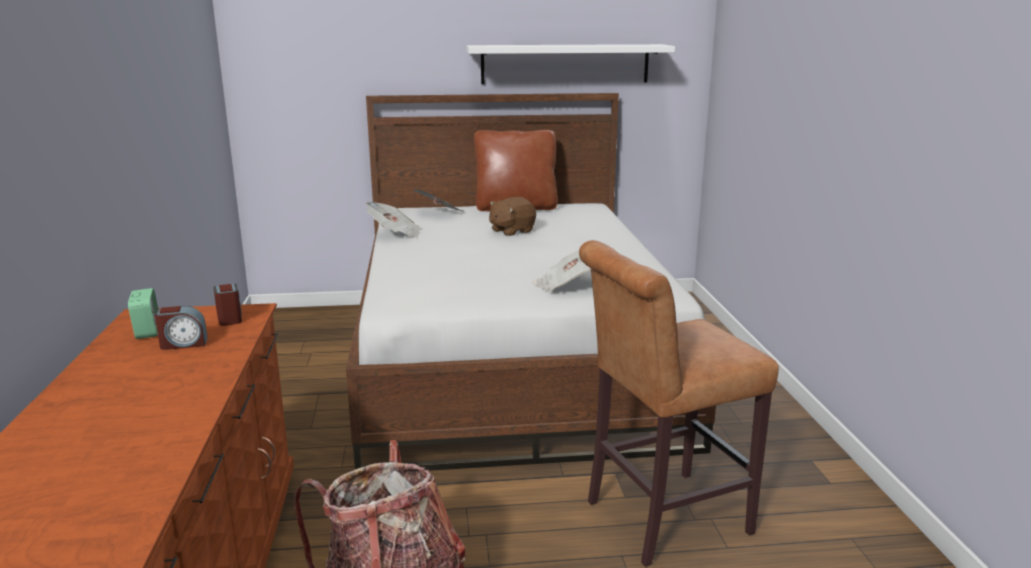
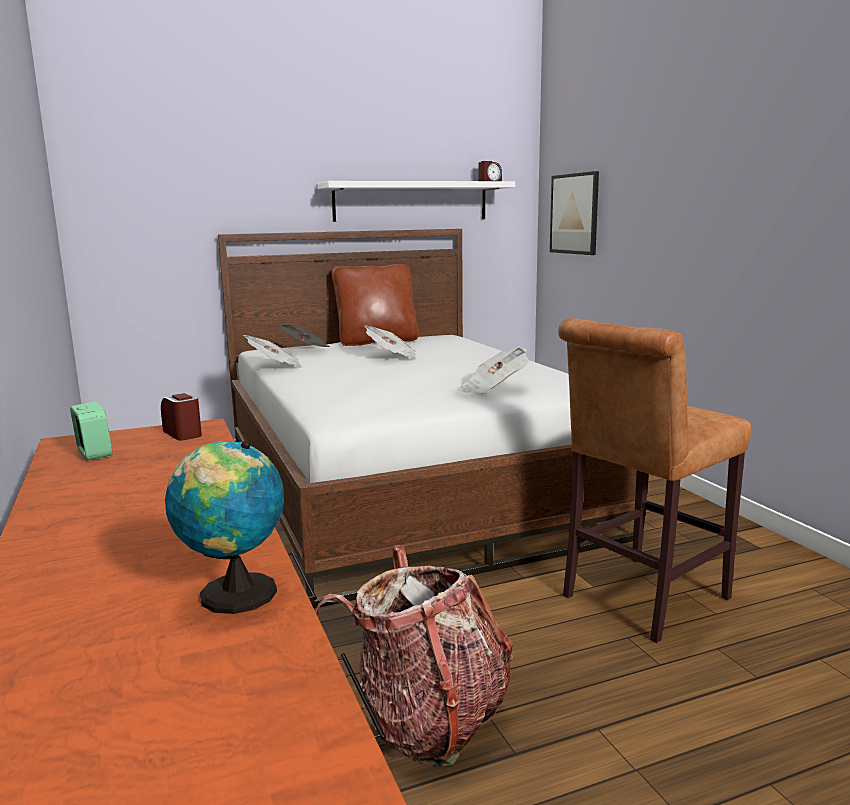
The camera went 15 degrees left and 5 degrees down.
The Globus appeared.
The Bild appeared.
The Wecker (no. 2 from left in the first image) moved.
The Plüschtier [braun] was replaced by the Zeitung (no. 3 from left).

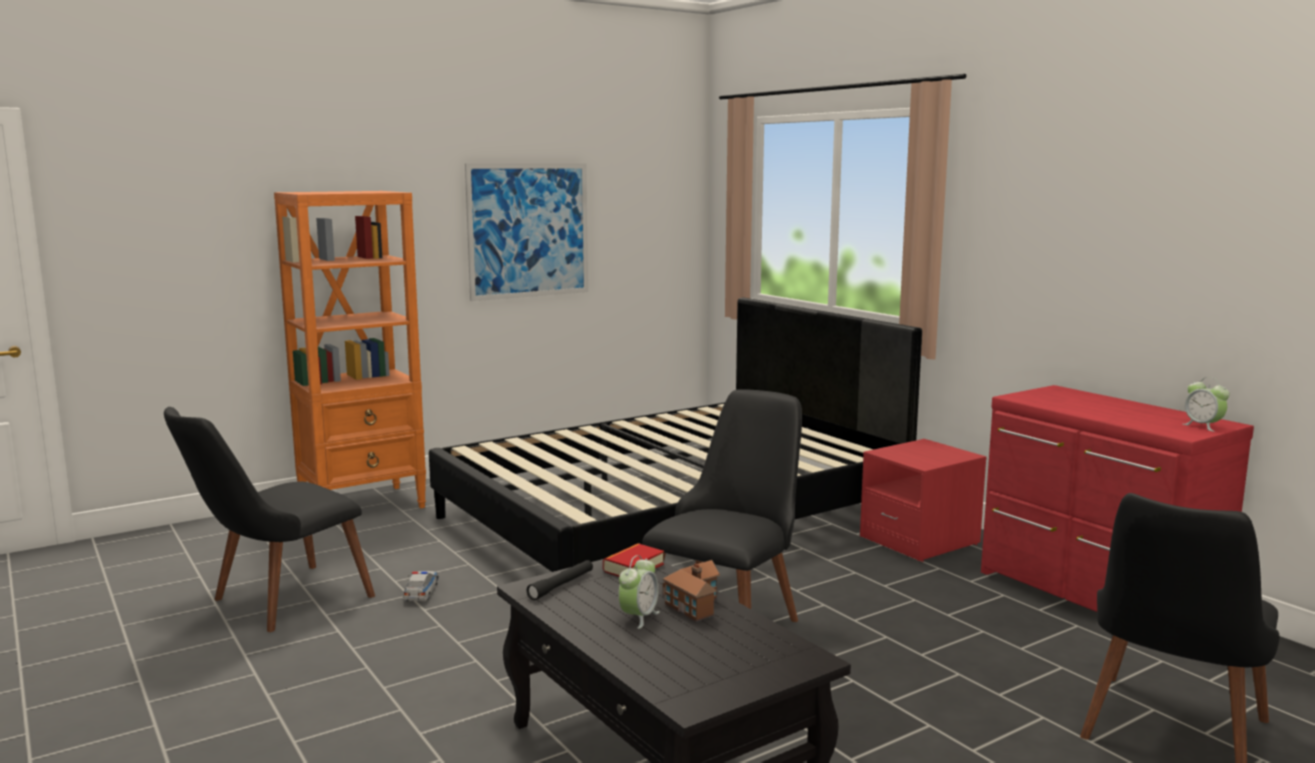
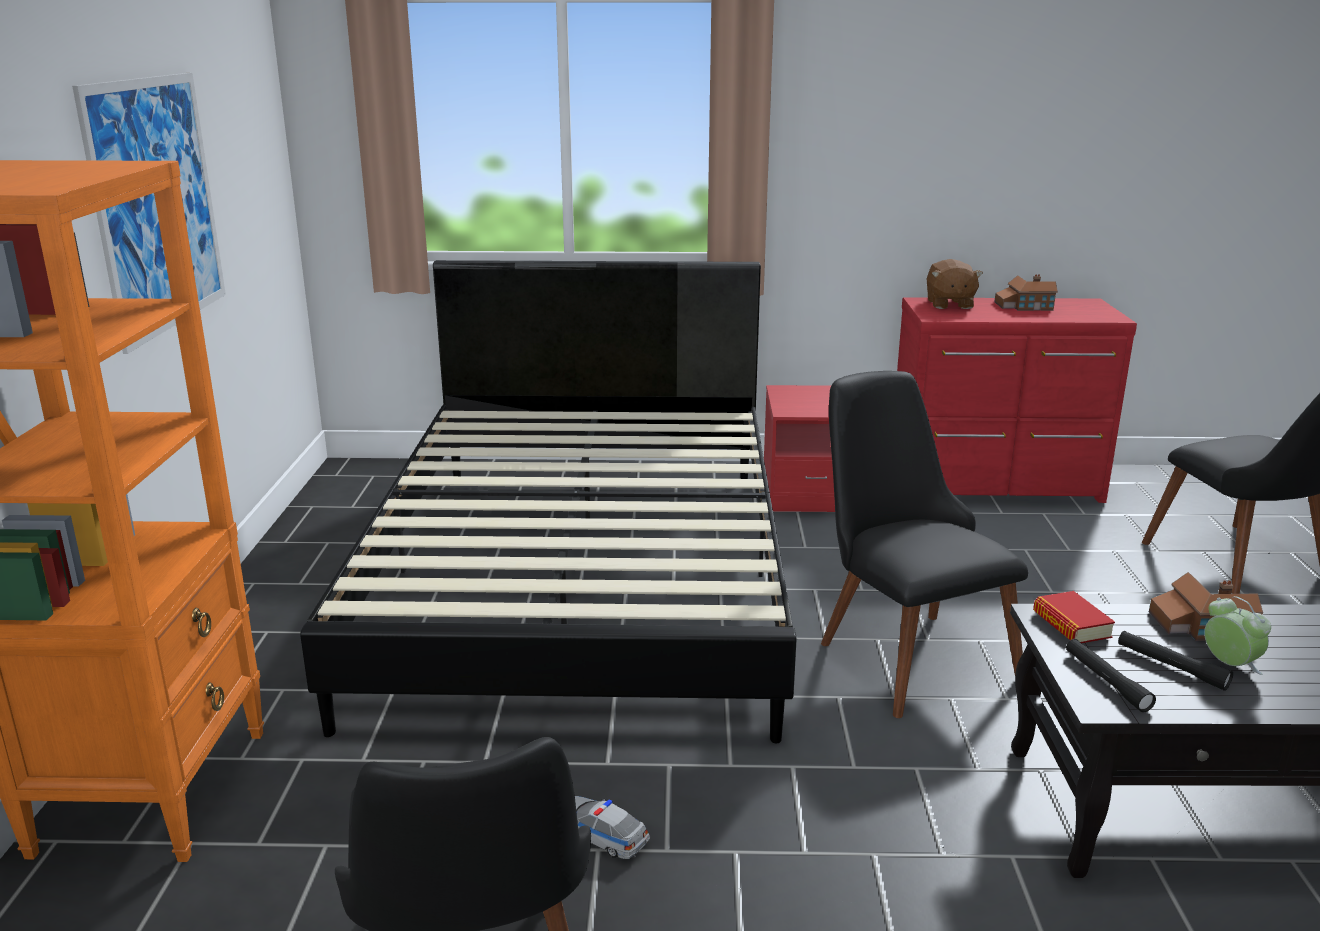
The camera went 55 degrees left and 10 degrees up.
The Wecker (no. 2 from left) disappeared.
The Plüschtier [braun] appeared.
The Spielzeughaus (no. 1 from left) appeared.
The Taschenlampe [schwarz] (no. 2 from left) appeared.

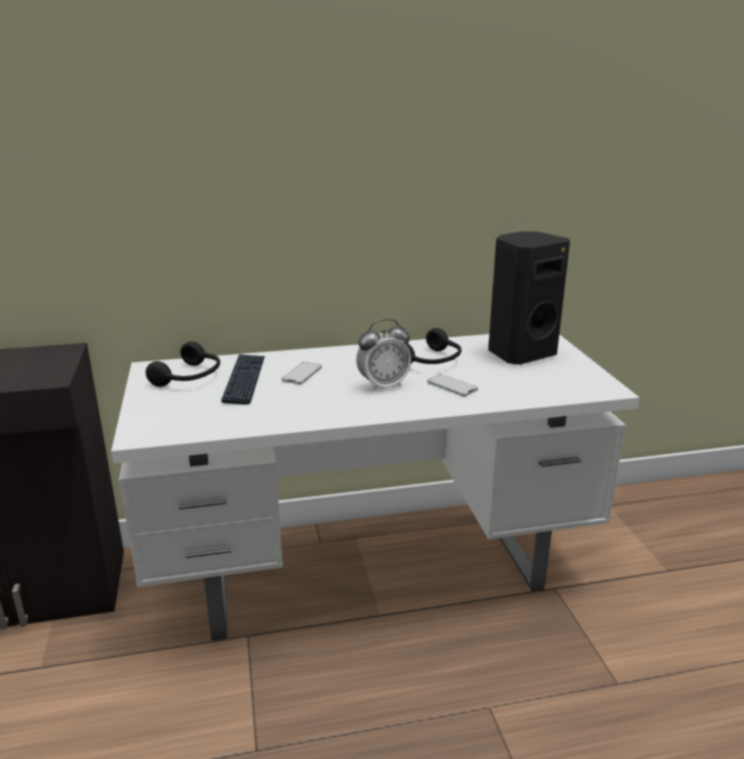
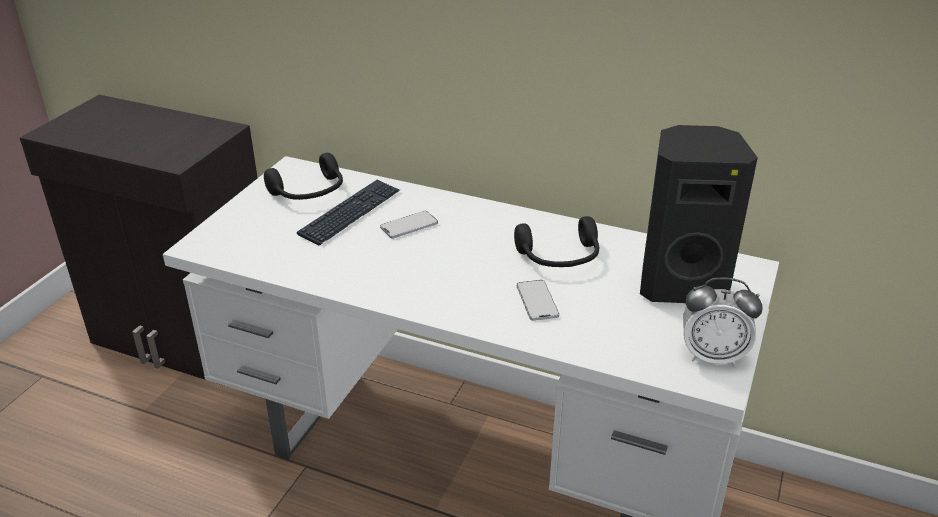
The camera went 35 degrees right and 10 degrees up.
The Wecker moved.

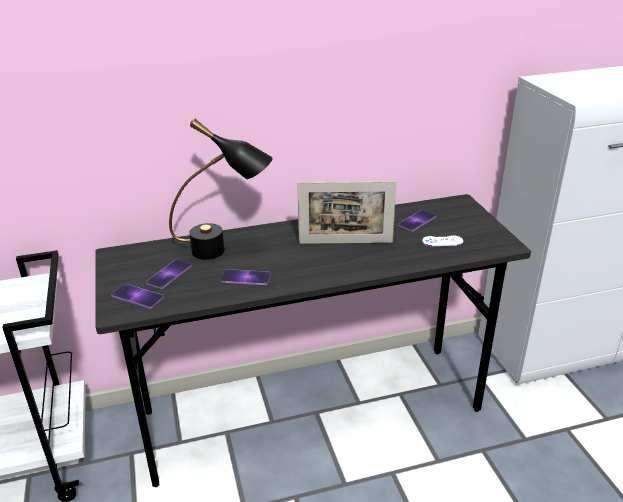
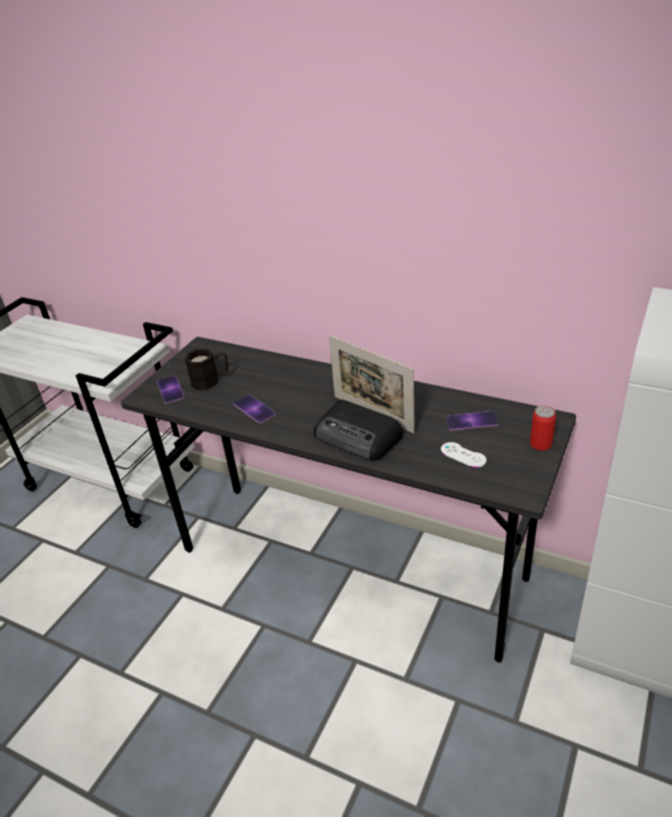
The camera went 45 degrees right and 5 degrees up.
The Tischlampe [schwarz] disappeared.
The Radio appeared.
The Dose appeared.
The Handy (no. 2 from left) was replaced by the Henkelbecher [schwarz].

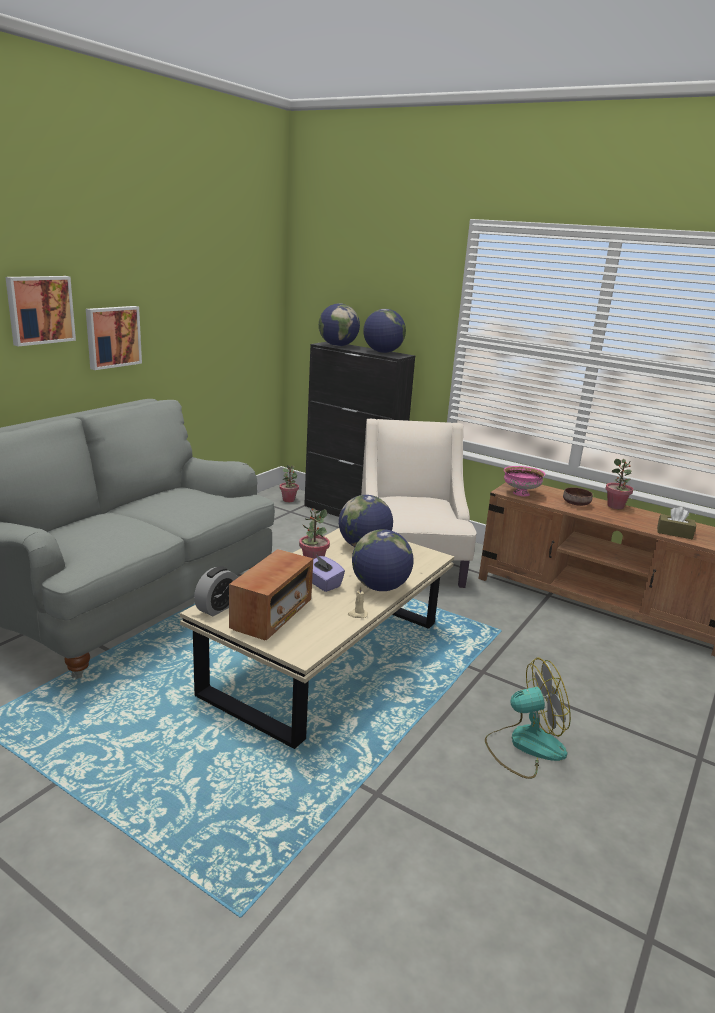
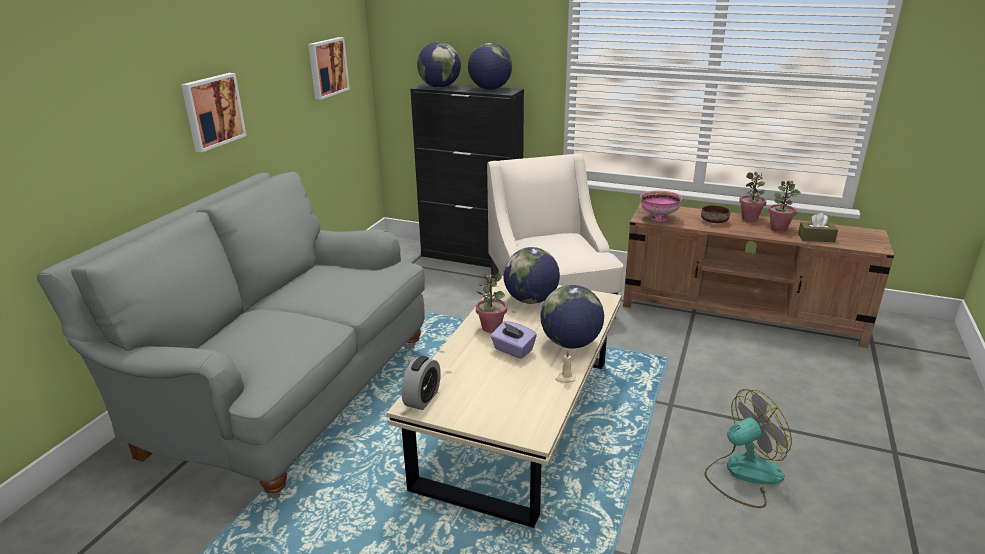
The camera went 10 degrees left and 5 degrees up.
The Radio disappeared.
The Bild (no. 1 from left in the first image) moved.
The Topfpflanze (no. 1 from left in the first image) moved.

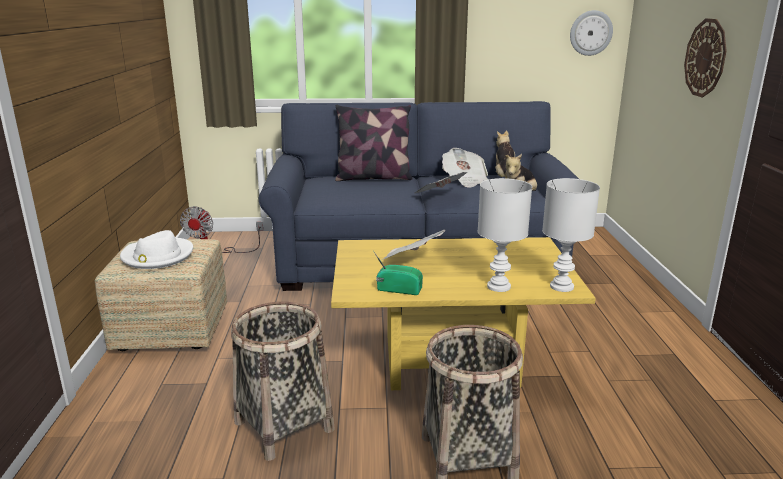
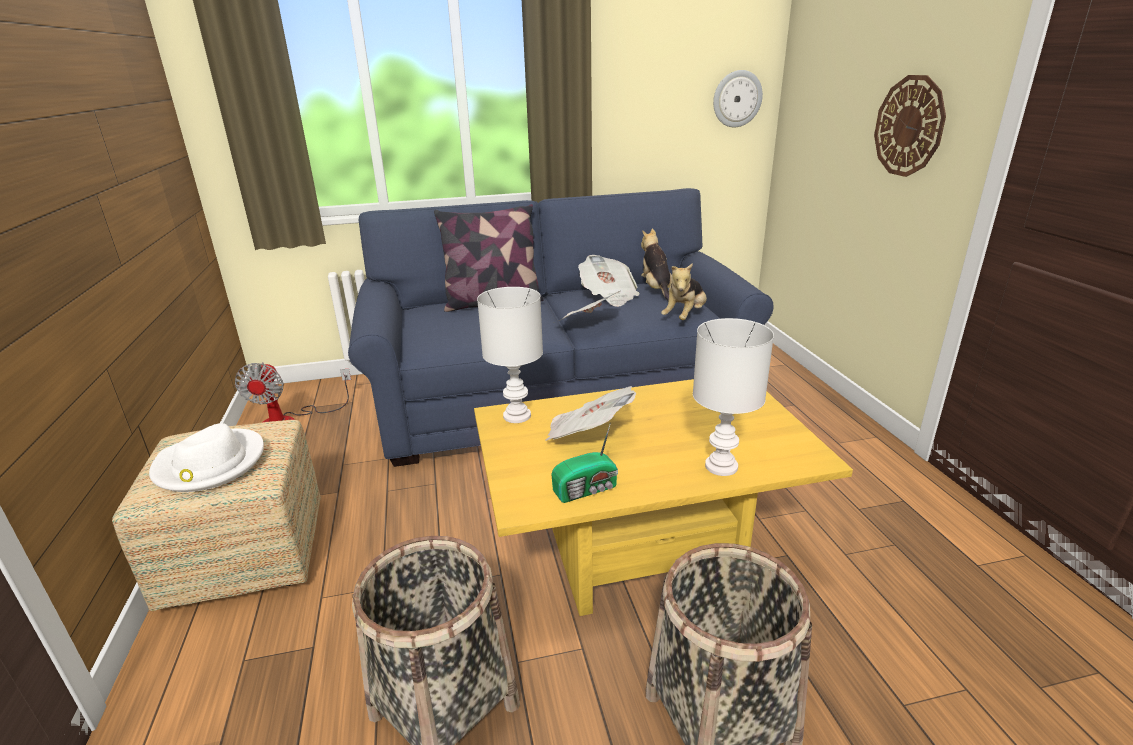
The camera went 10 degrees left and 5 degrees up.
The Tischlampe [weiß] (no. 2 from left in the first image) moved.
The Radio turned 150 degrees clockwise.

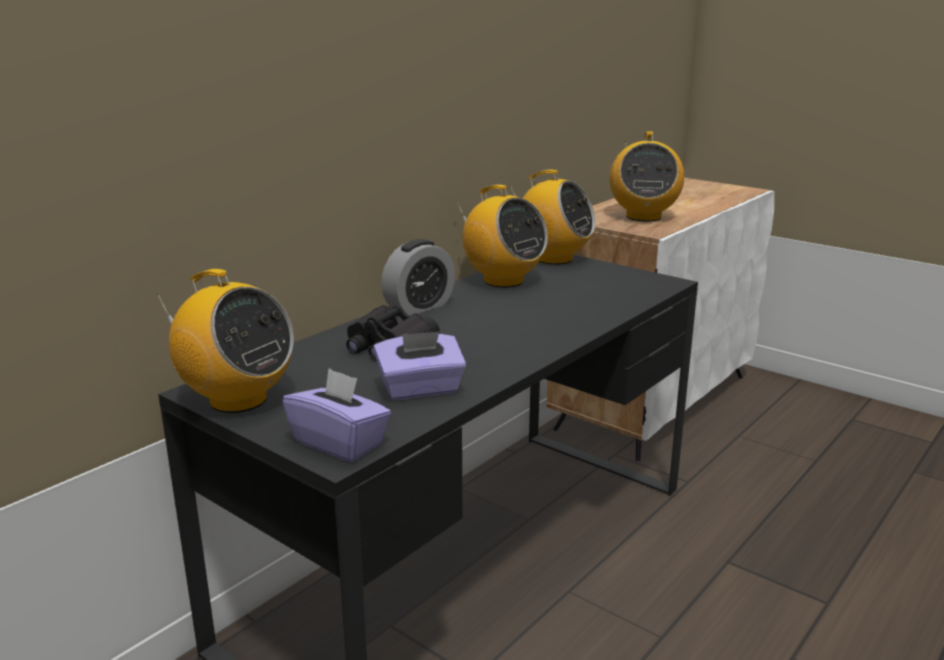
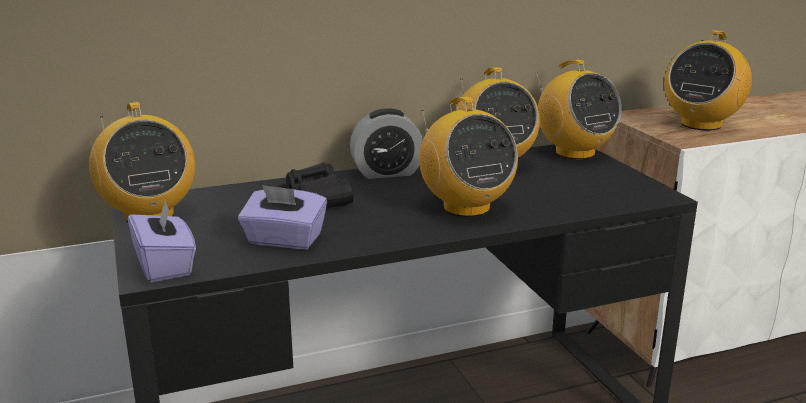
The camera went 30 degrees right and 0 degrees up.
The Radio (no. 2 from left) appeared.

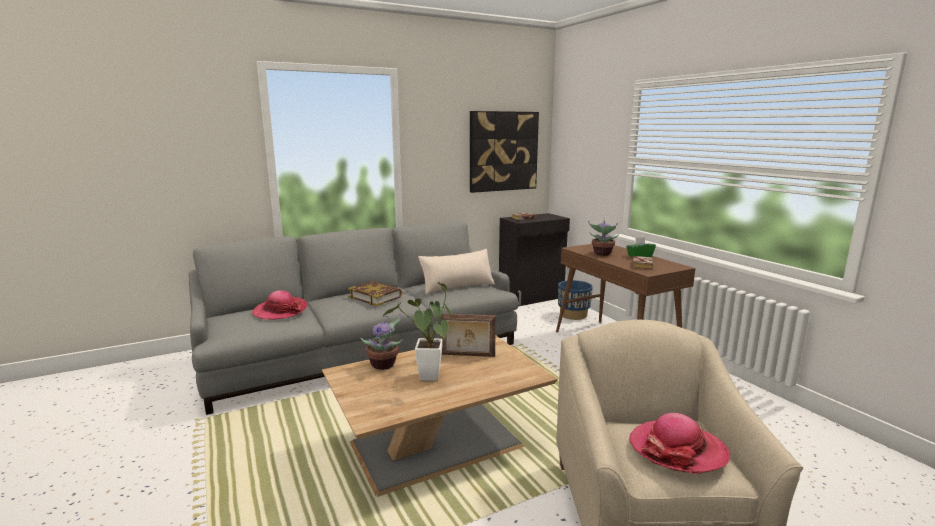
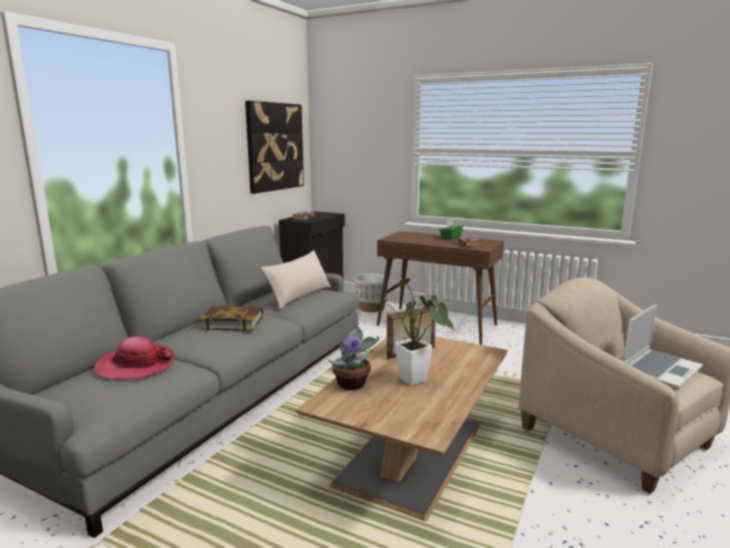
The camera went 35 degrees left and 0 degrees up.
The Topfpflanze (no. 3 from left) disappeared.
The Hut (no. 2 from left) was replaced by the Laptop.
The Pflanzkübel [blau] became the Pflanzkübel [weiß].

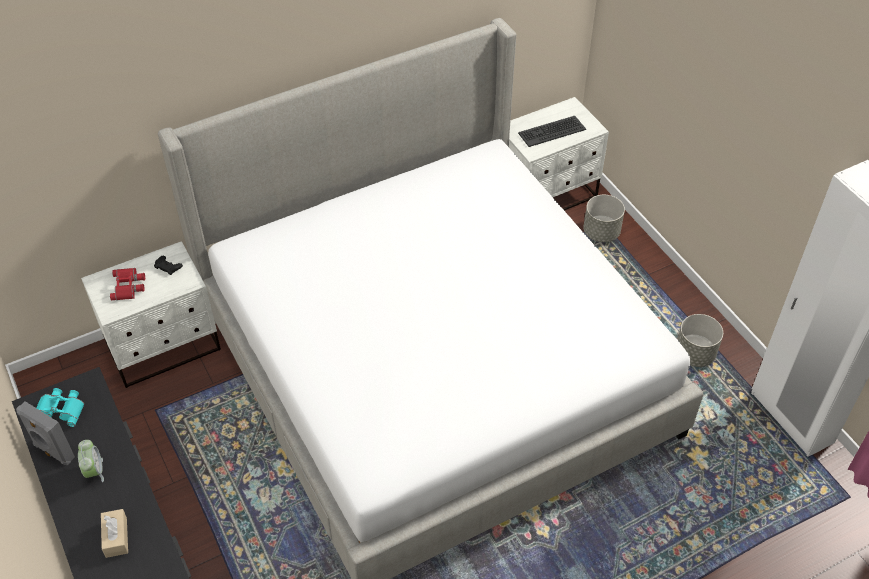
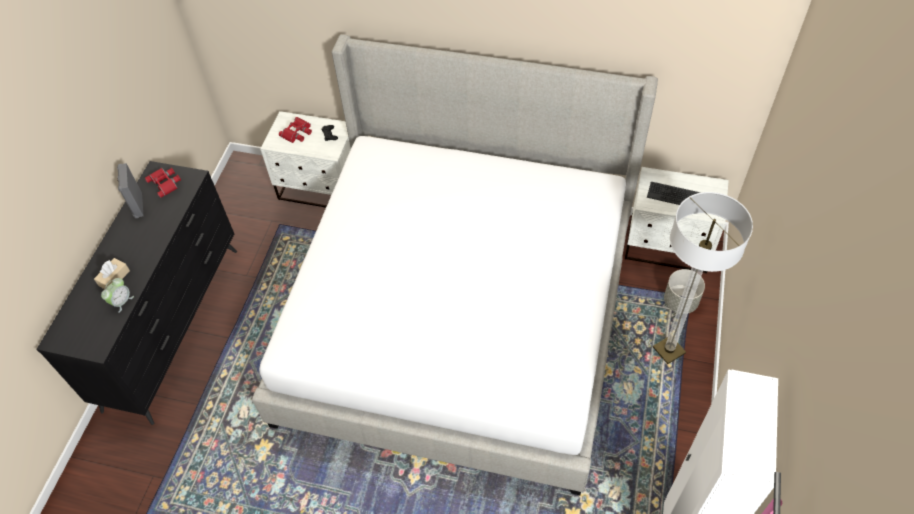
The camera went 45 degrees right and 5 degrees up.
The Pflanzkübel [grau] (no. 2 from left) disappeared.
The Stehlampe appeared.
The Wecker moved.
The Fernglas [türkis] became the Fernglas [rot] (no. 1 from left).

